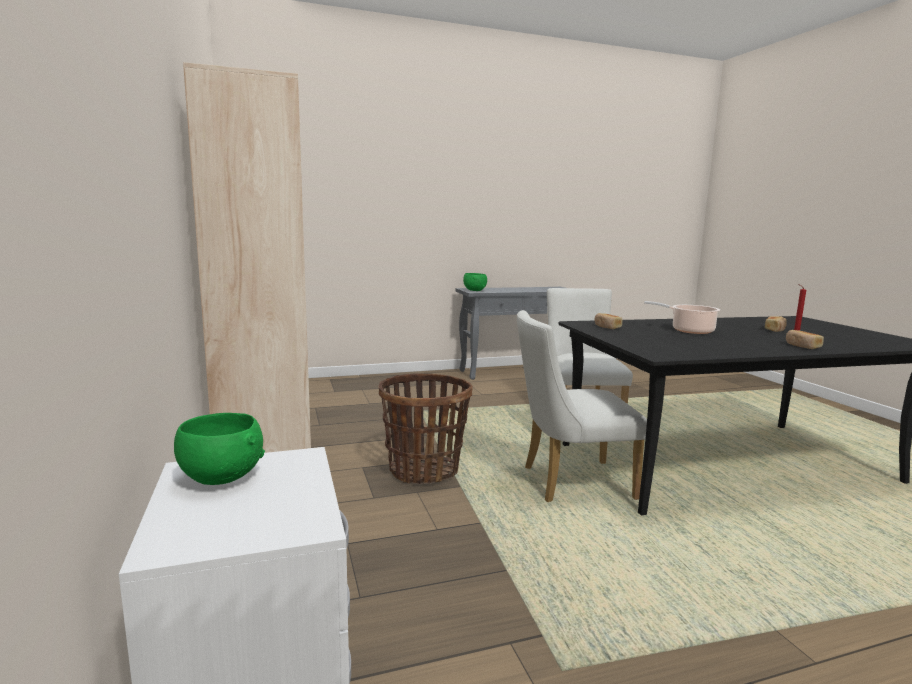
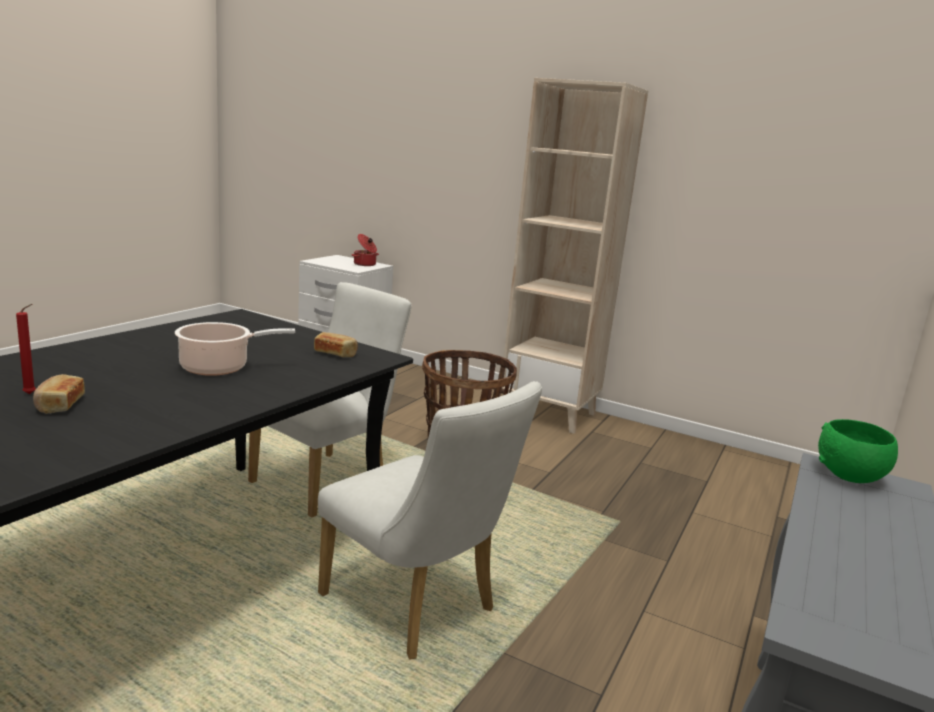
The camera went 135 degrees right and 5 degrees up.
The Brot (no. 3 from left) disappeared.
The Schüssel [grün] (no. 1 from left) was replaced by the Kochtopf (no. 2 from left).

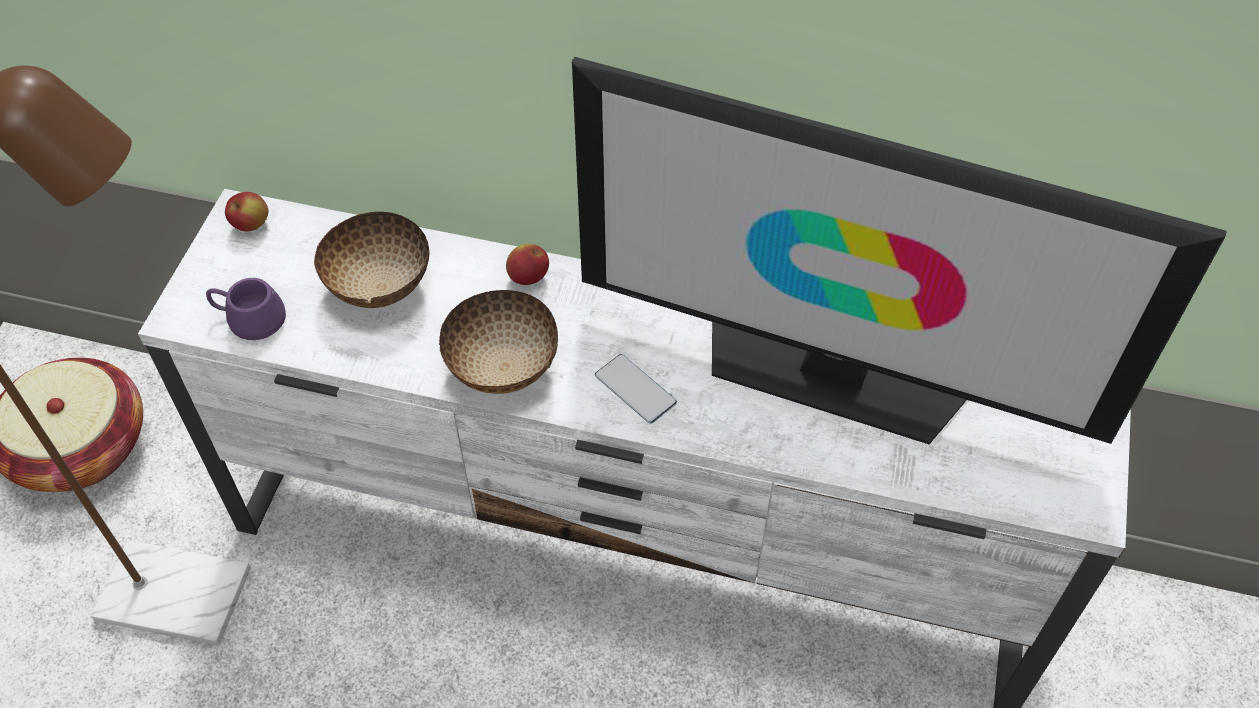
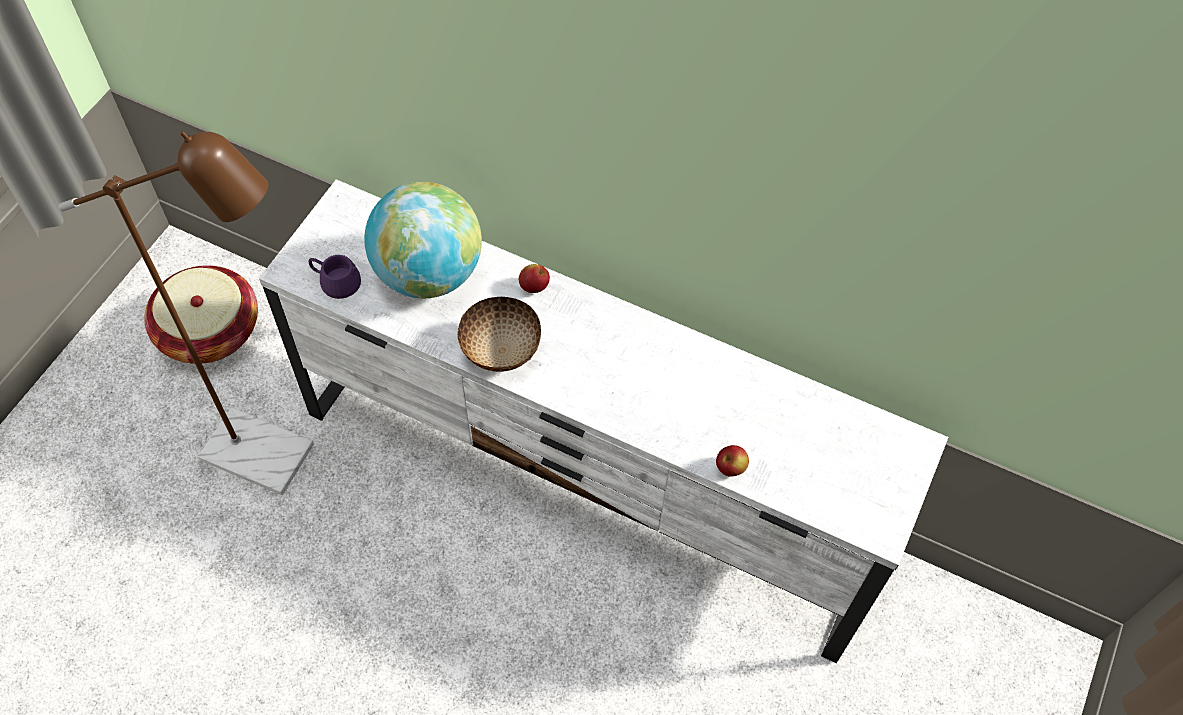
The camera went 10 degrees right and 5 degrees up.
The Fernseher disappeared.
The Handy disappeared.
The Apfel (no. 1 from left in the first image) moved.
The Schüssel (no. 1 from left) was replaced by the Globus.

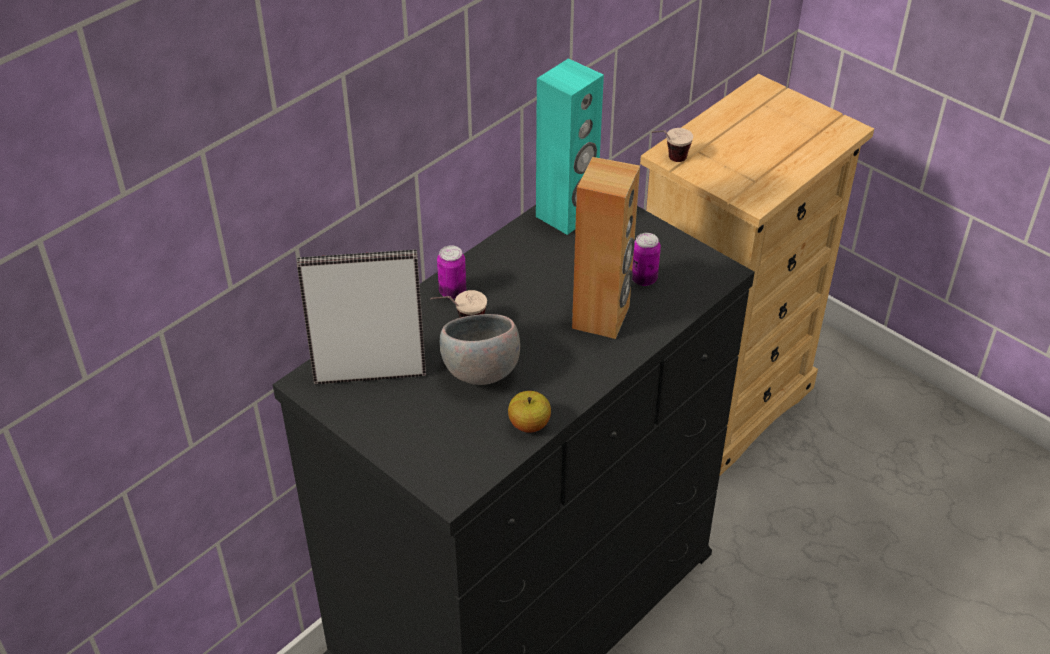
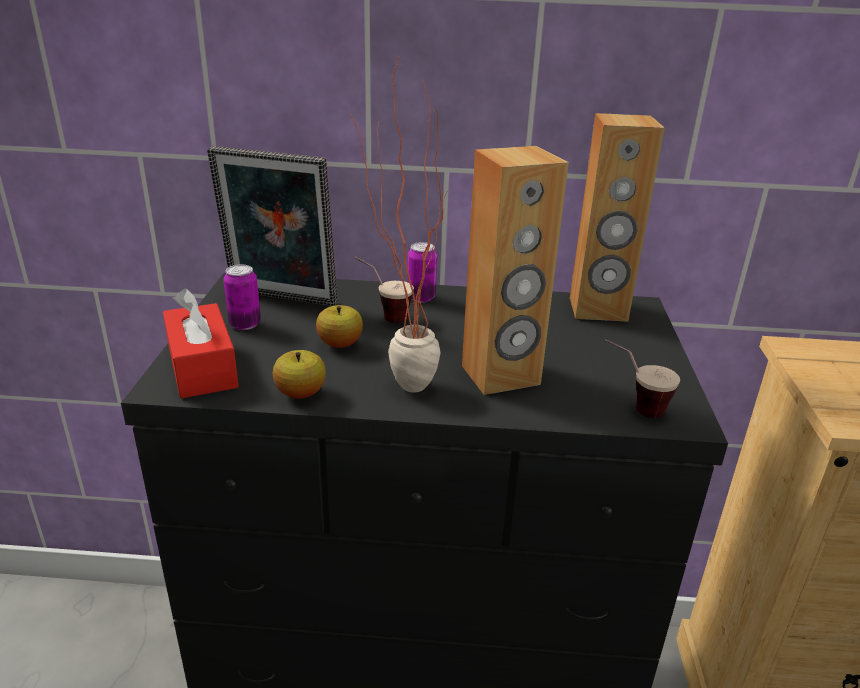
The camera went 50 degrees right and 15 degrees down.
The Taschentuchbox [rot] appeared.
The Topfpflanze appeared.
The Dose (no. 2 from left in the first image) moved.
The Tasse (no. 2 from left) moved.
The Schüssel [grau] was replaced by the Apfel (no. 2 from left).
The Lautsprecher [türkis] became the Lautsprecher [braun] (no. 2 from left).
The Bilderrahmen turned 150 degrees clockwise.

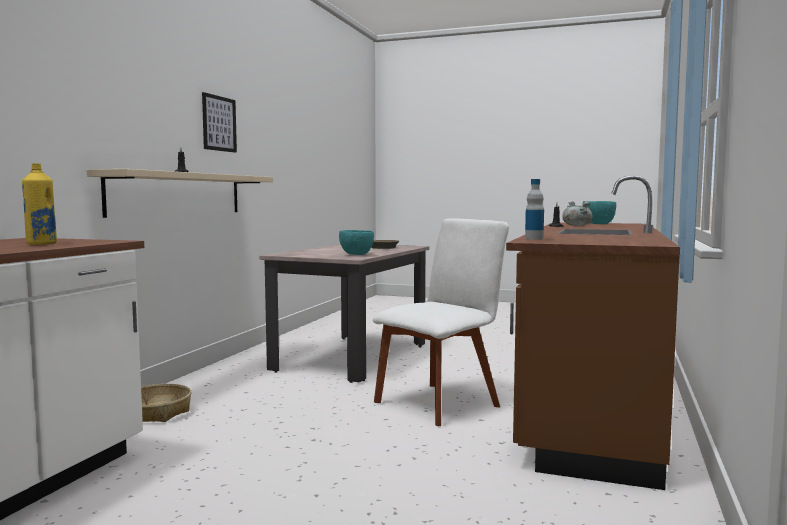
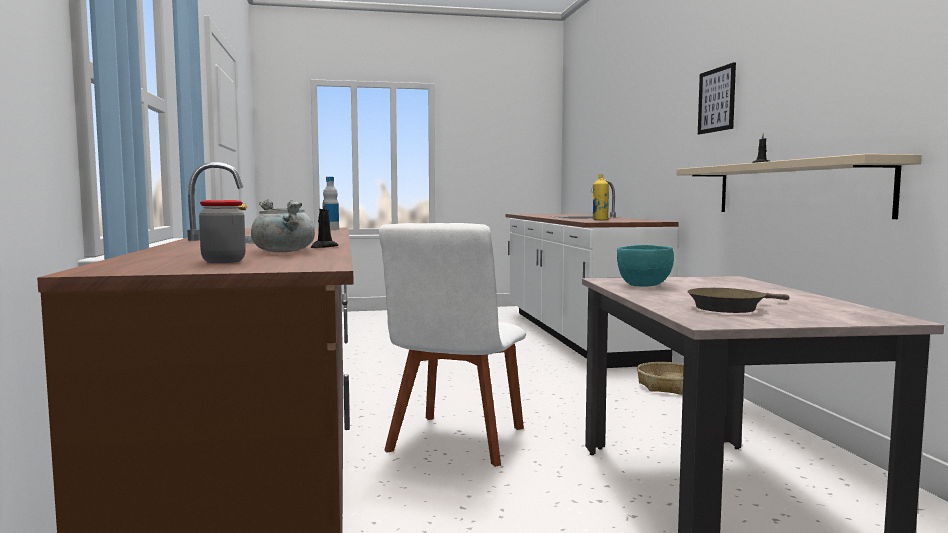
The camera went 150 degrees right and 0 degrees up.
The Bild moved.
The Schüssel [türkis] (no. 2 from left) was replaced by the Vorratsglas.

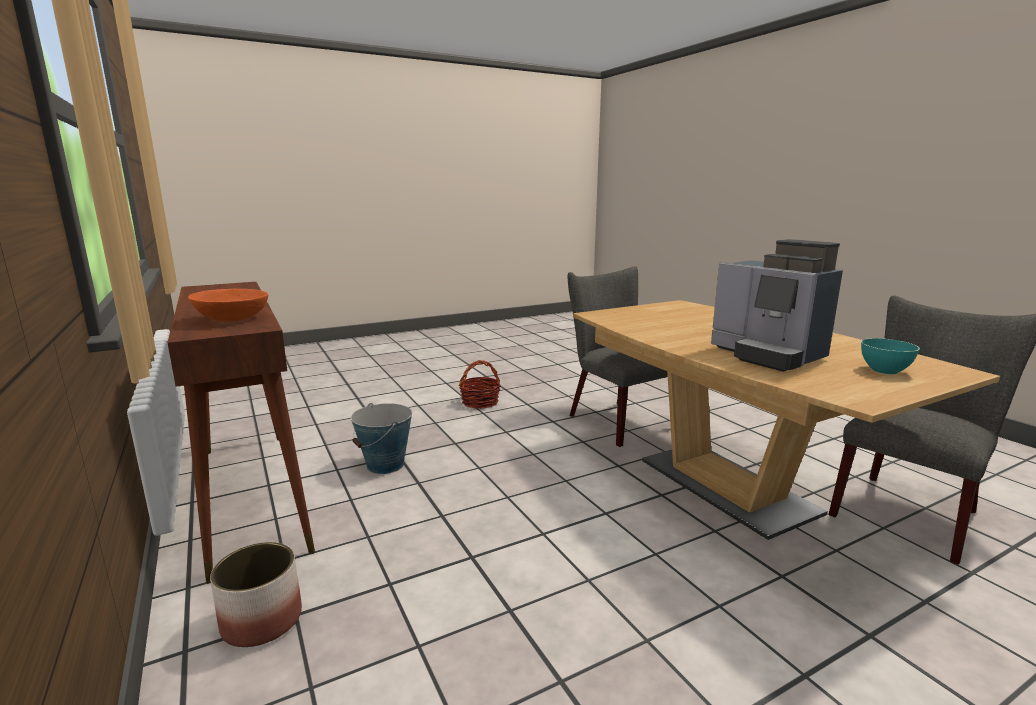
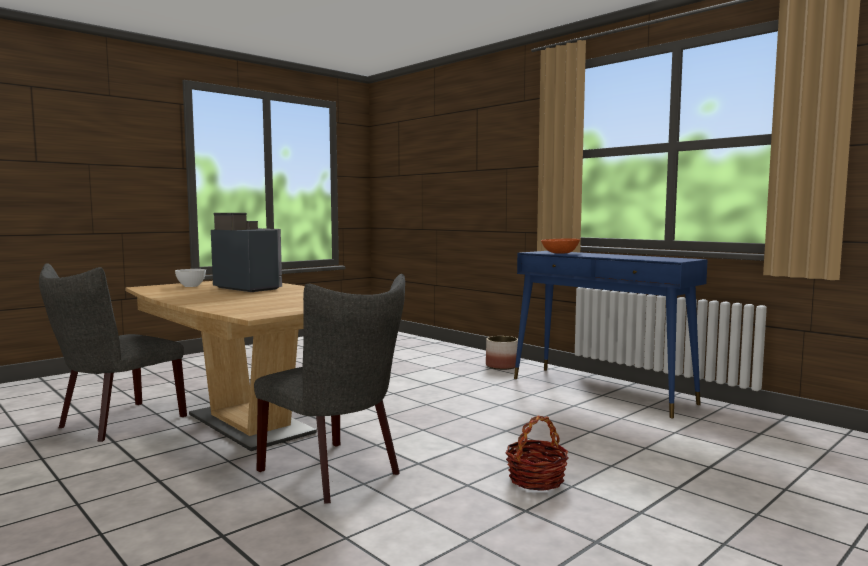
The camera went 165 degrees right and 10 degrees down.
The Eimer disappeared.
The Konsolentisch [braun] became the Konsolentisch [blau].
The Schüssel [türkis] became the Schüssel [weiß].

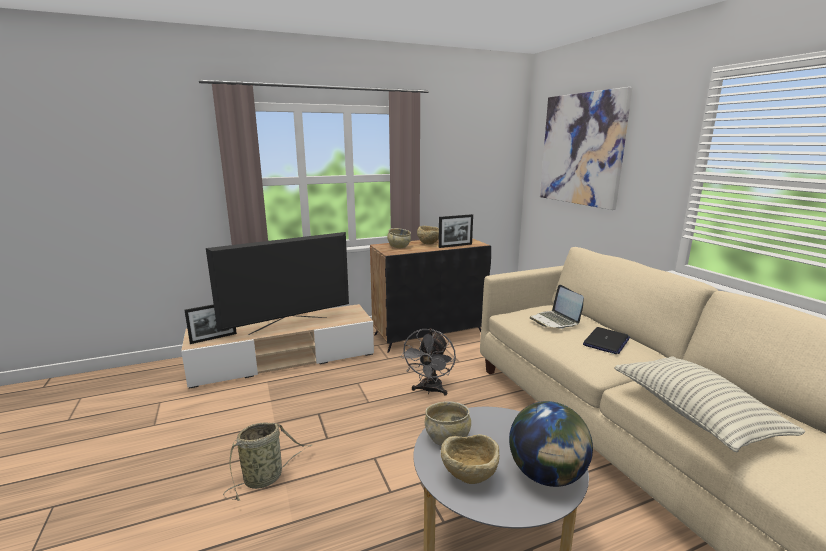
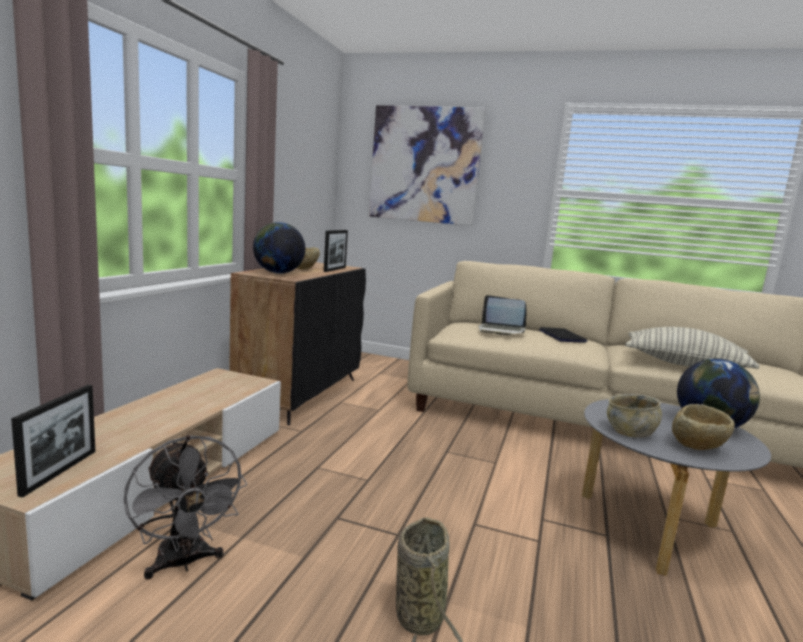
The camera went 50 degrees left and 5 degrees down.
The Fernseher disappeared.
The Ventilator [grau] moved.
The Schüssel [beige] (no. 1 from left) was replaced by the Globus (no. 1 from left).

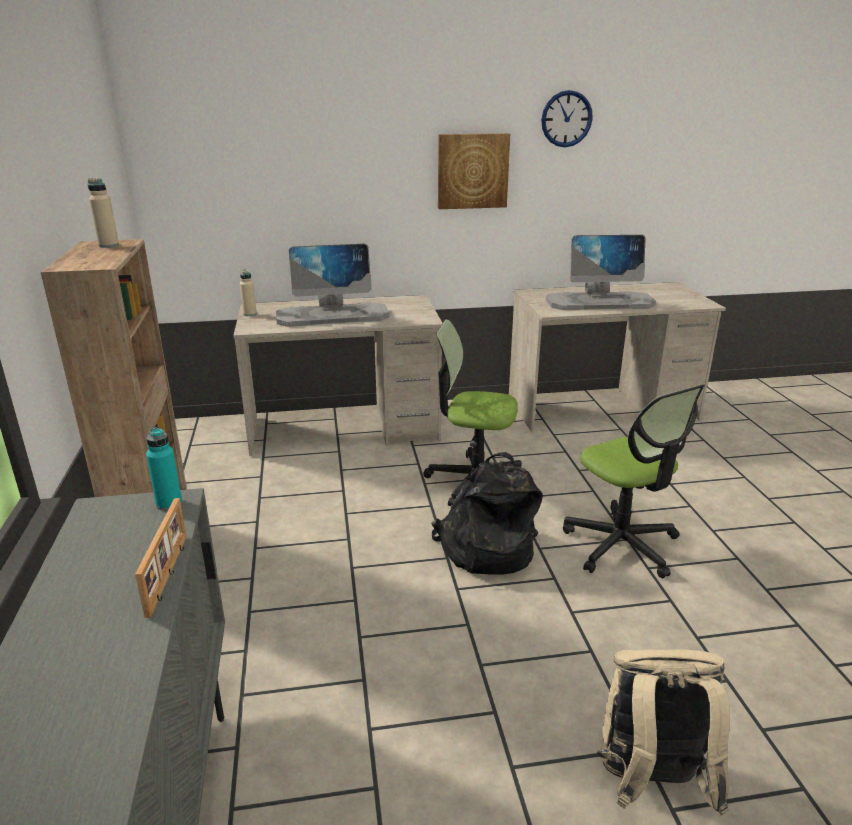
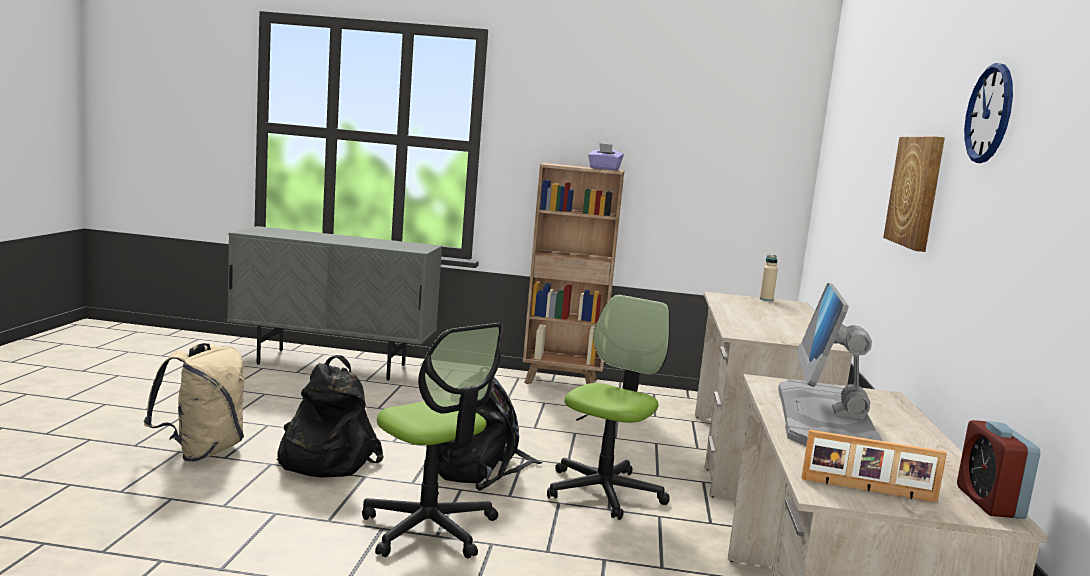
The camera went 105 degrees right and 15 degrees down.
The Flasche [türkis] disappeared.
The Monitor (no. 1 from left) disappeared.
The Rucksack [schwarz] (no. 1 from left) appeared.
The Wecker appeared.
The Bilderrahmen moved.
The Flasche [beige] (no. 1 from left) was replaced by the Taschentuchbox [lila].
The Bürostuhl (no. 2 from left in the first image) turned 120 degrees counterclockwise.

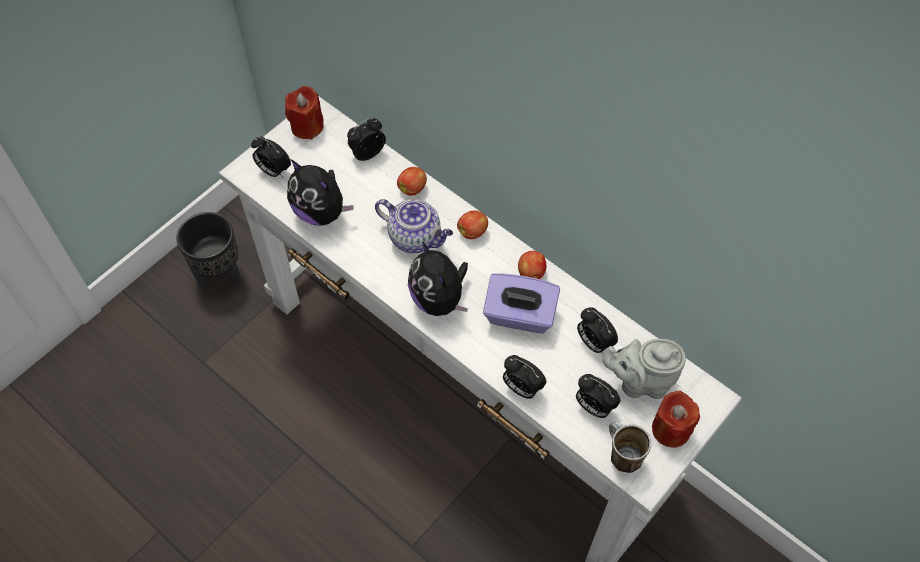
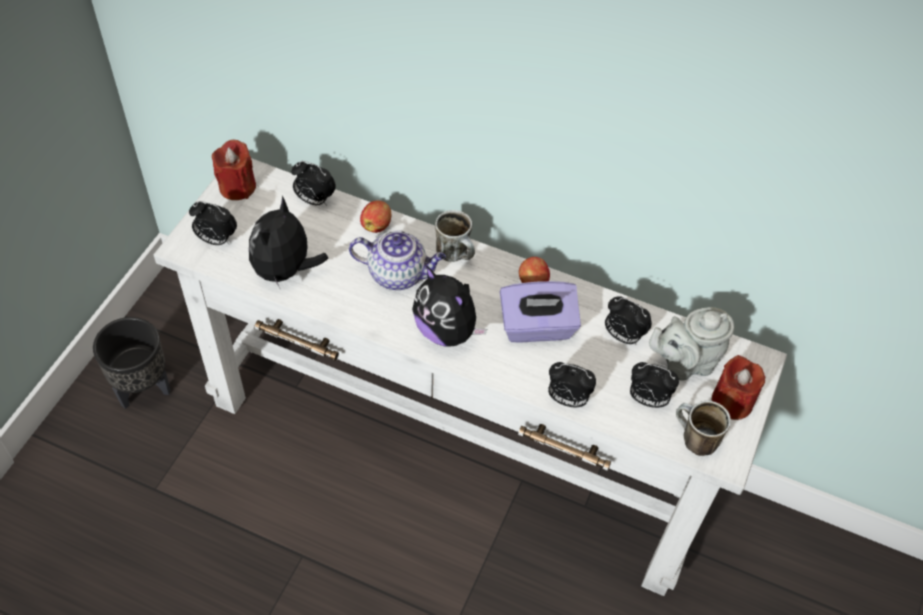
The camera went 20 degrees left and 5 degrees down.
The Apfel (no. 2 from left) was replaced by the Henkelbecher (no. 1 from left).
The Plüschtier (no. 1 from left) turned 90 degrees clockwise.
The Wecker (no. 2 from left) turned 105 degrees counterclockwise.

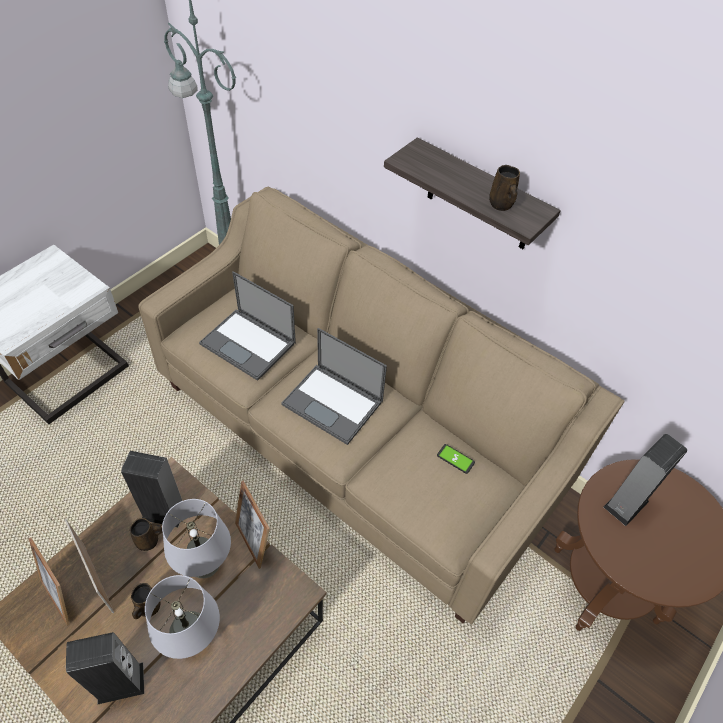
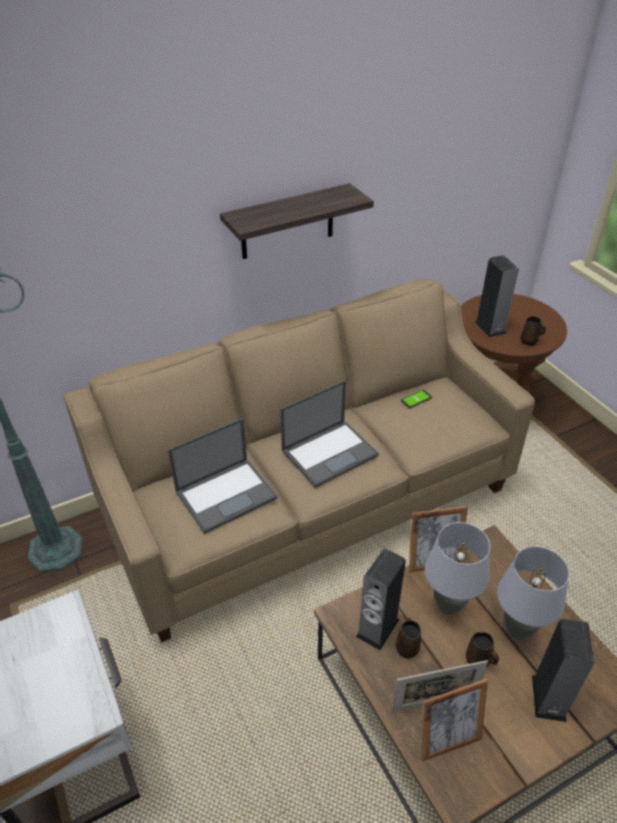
The camera went 65 degrees left and 10 degrees down.
The Henkelbecher [braun] (no. 3 from left) moved.

